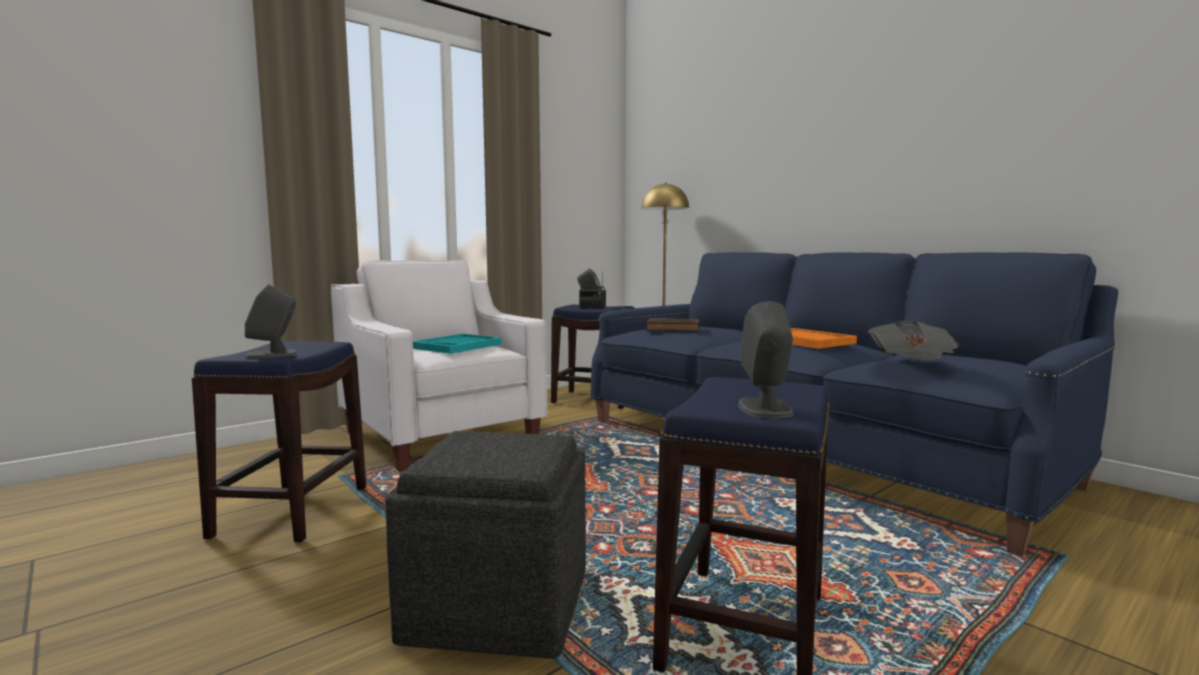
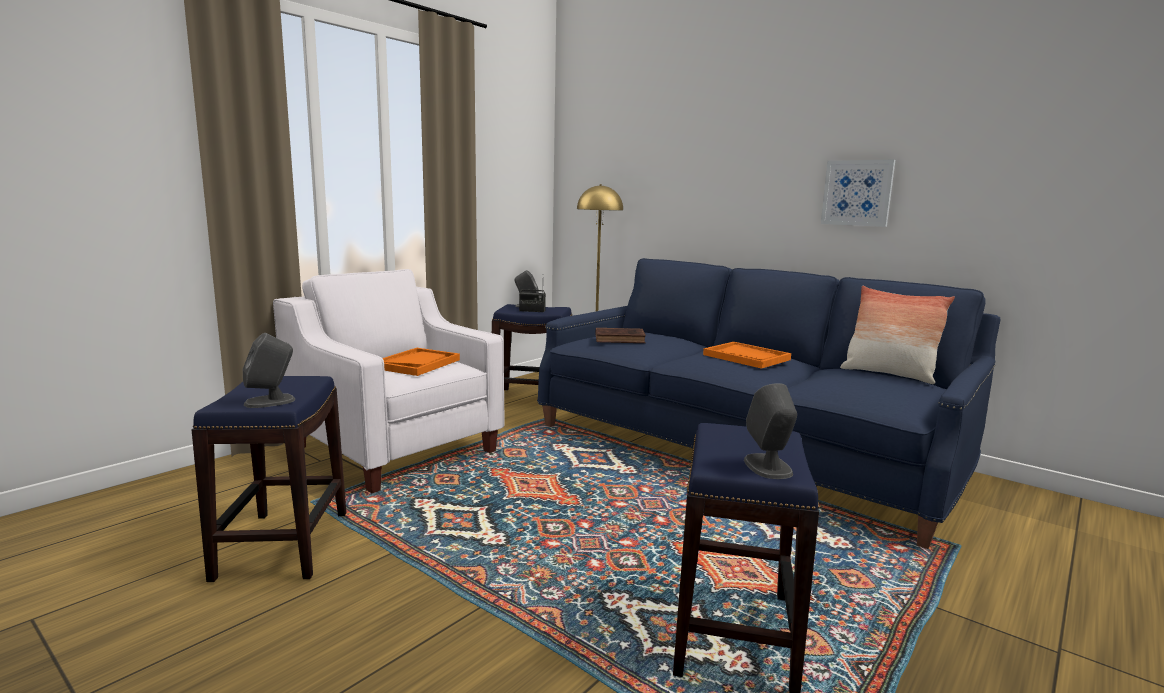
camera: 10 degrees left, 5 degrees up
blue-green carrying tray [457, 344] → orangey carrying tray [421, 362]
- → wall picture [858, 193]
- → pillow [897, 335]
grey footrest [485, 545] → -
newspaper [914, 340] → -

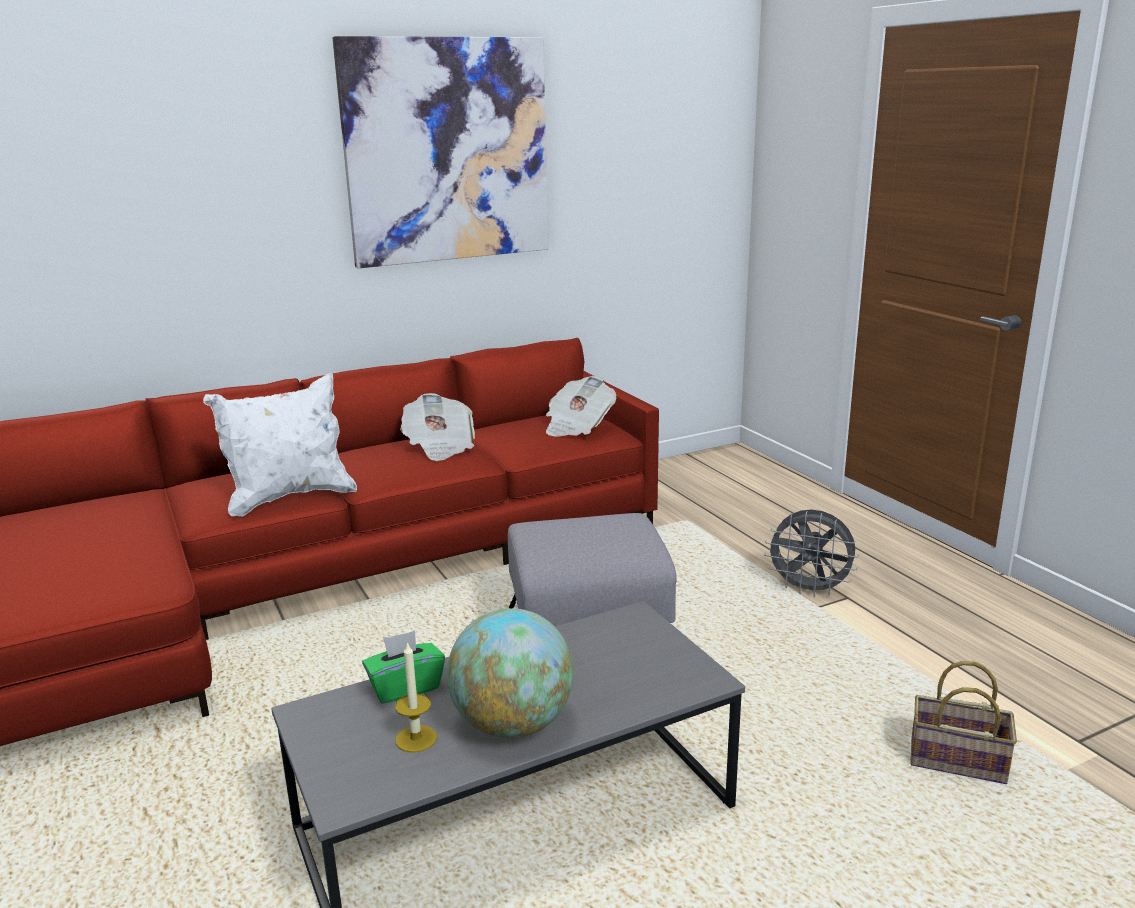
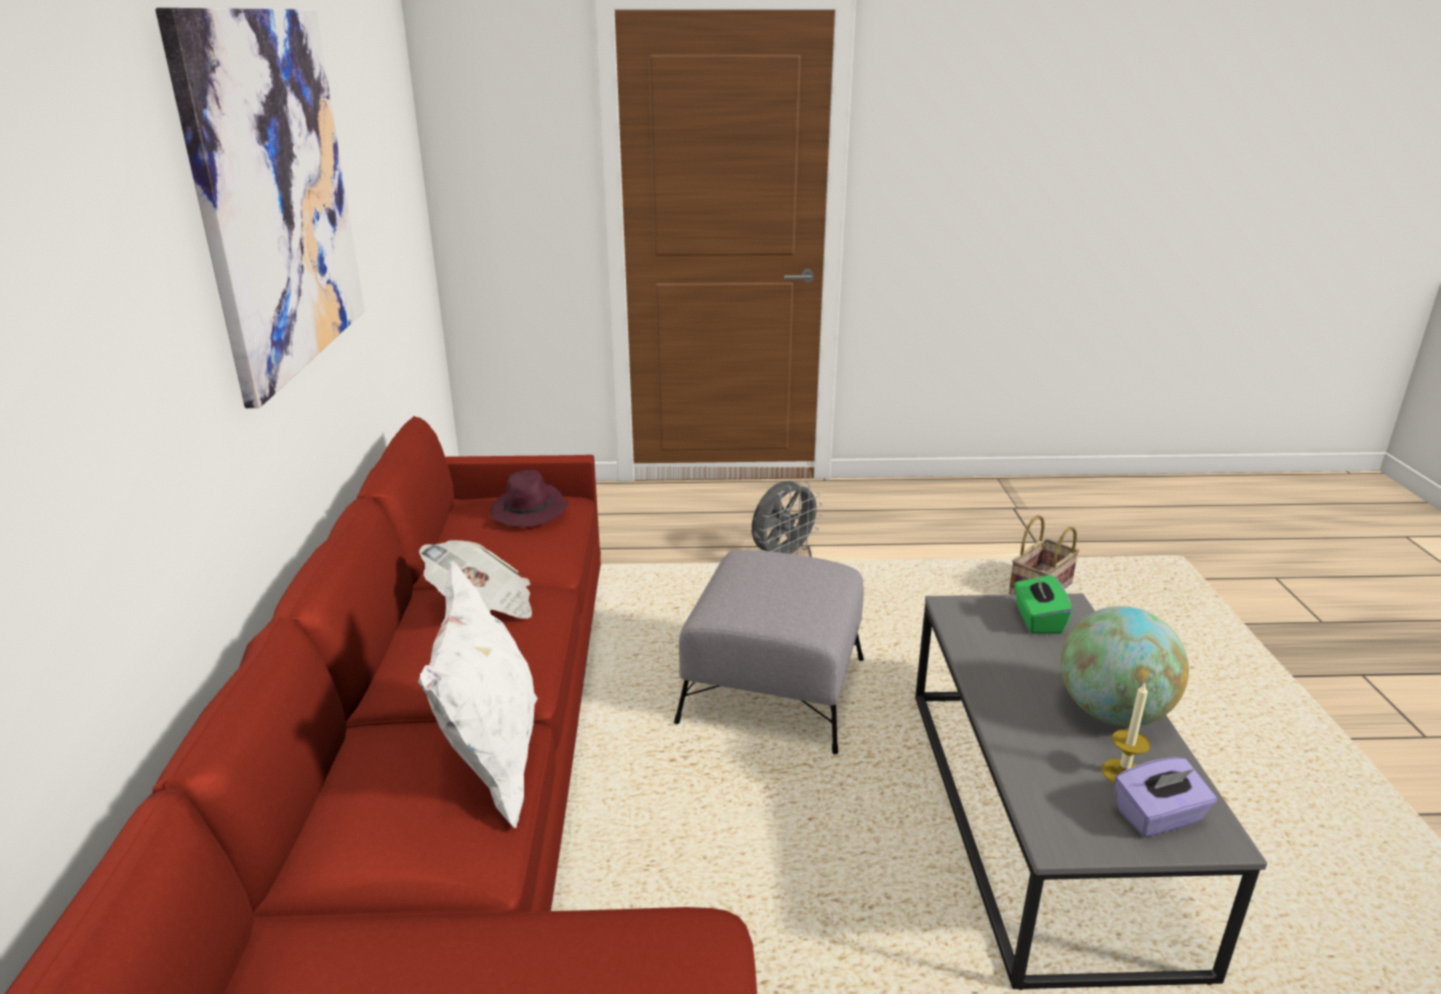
camera: 65 degrees left, 5 degrees up
newspaper [581, 406] → purple clothing hat [530, 498]
green-coloured tissue holder [403, 667] → green-coloured tissue holder [1043, 603], relocated
- → purple tissue holder [1166, 797]

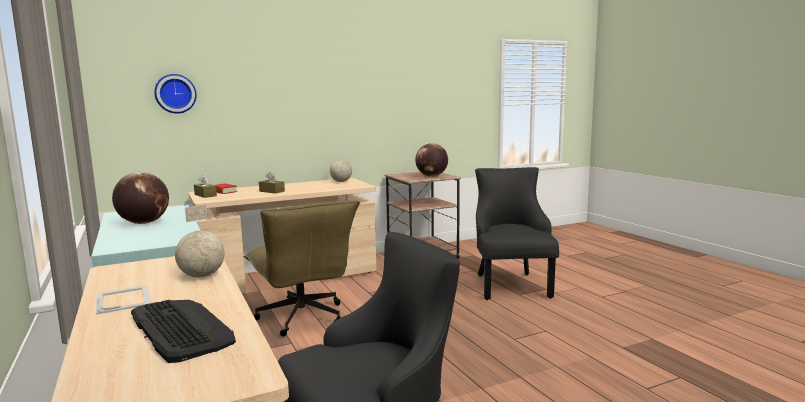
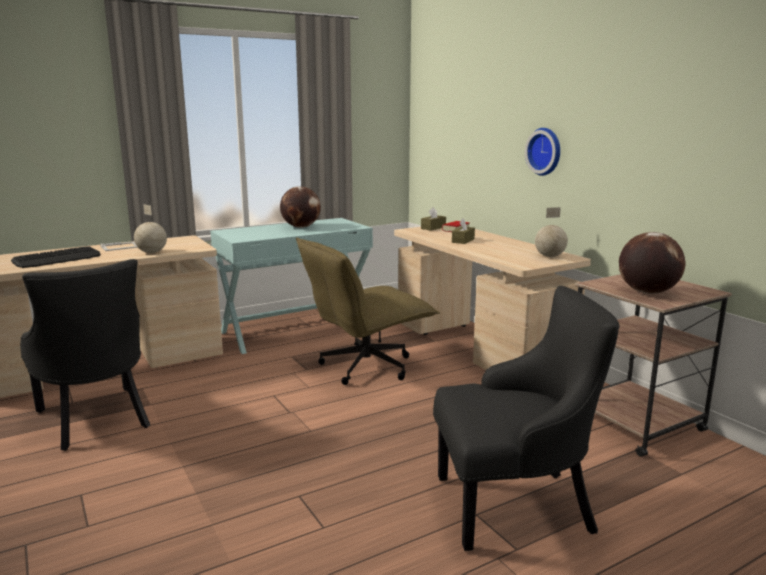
camera: 85 degrees right, 5 degrees up
wall clock [175, 94] → wall clock [542, 152], relocated

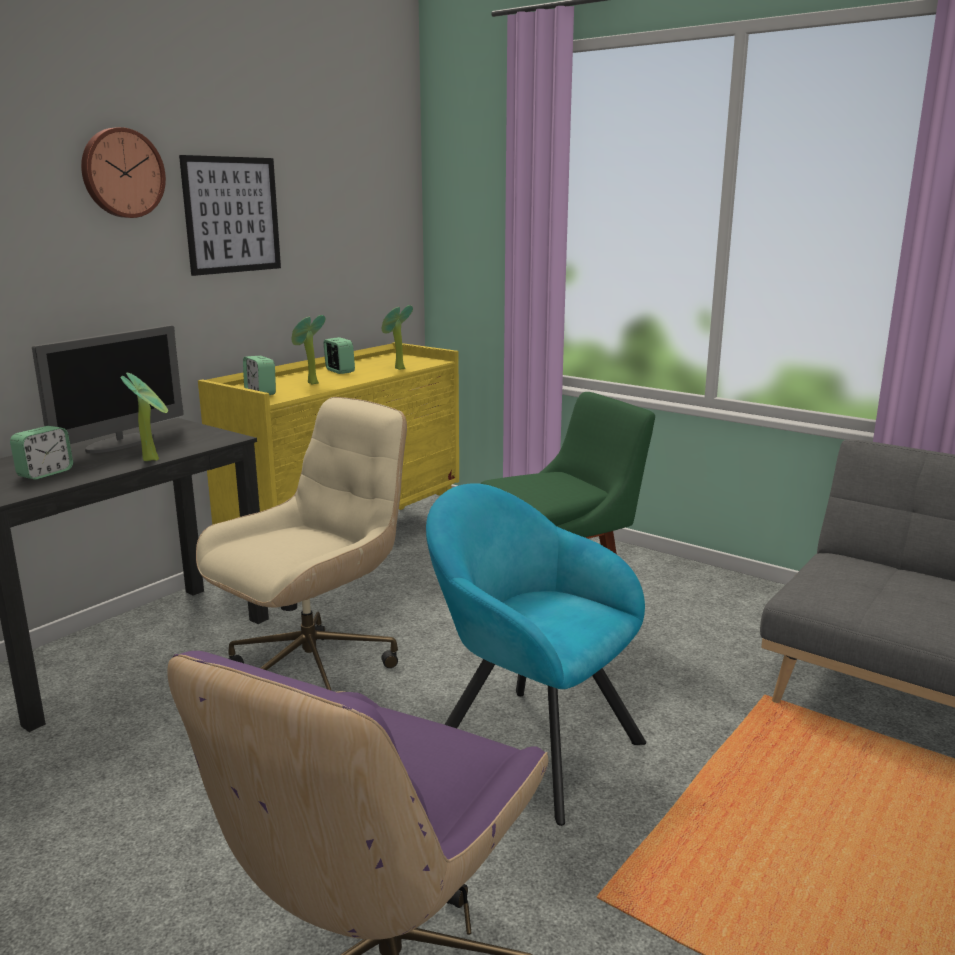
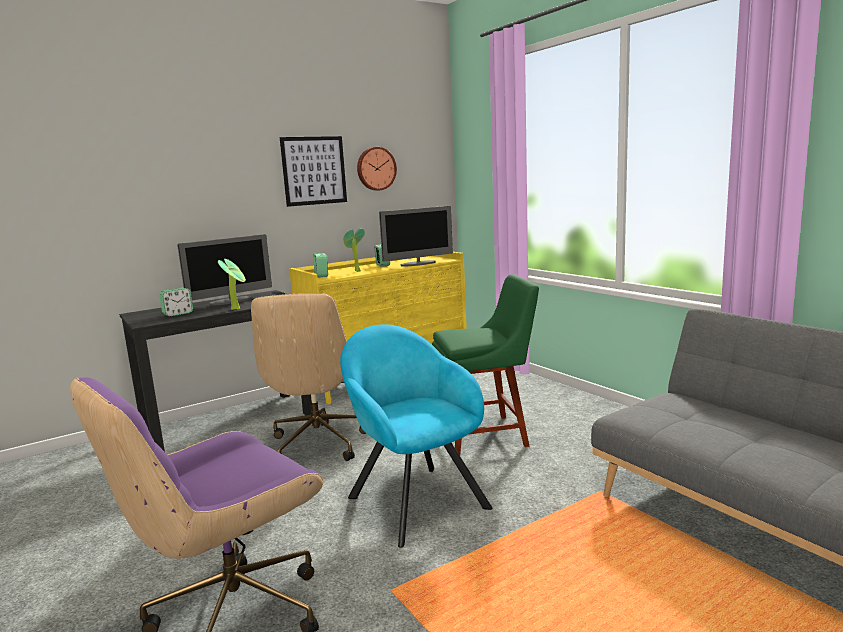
camera: 20 degrees right, 5 degrees down
sand-coloured computer chair [301, 544] → sand-coloured computer chair [308, 377], 120 degrees clockwise
wall clock [123, 172] → wall clock [377, 169], relocated
potted plant [397, 337] → computer screen [416, 236]

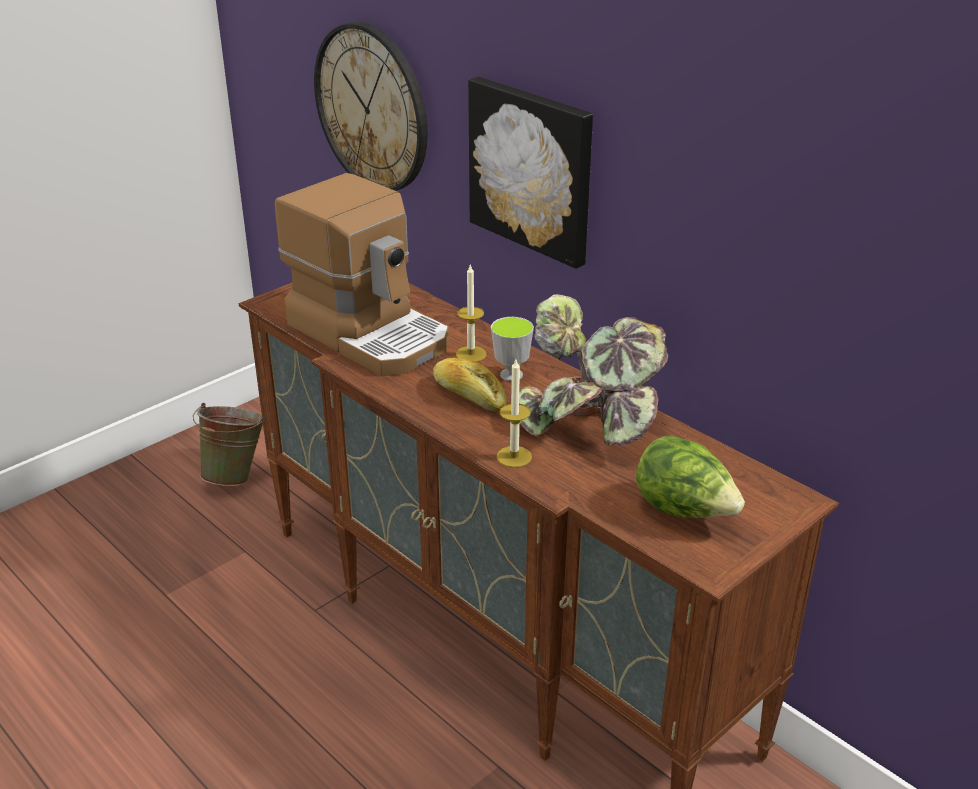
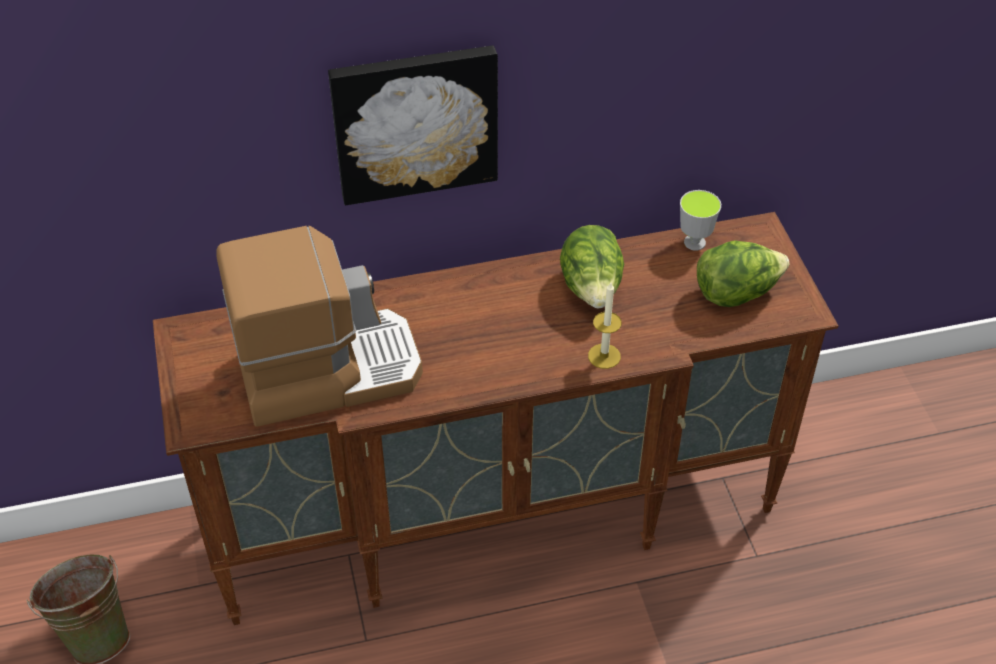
camera: 60 degrees left, 15 degrees up
potted plant [593, 370] → head of lettuce [592, 266]
small cup [512, 349] → small cup [700, 220], relocated
wall clock [371, 106] → -
bread [470, 385] → -
wax candle [471, 313] → -

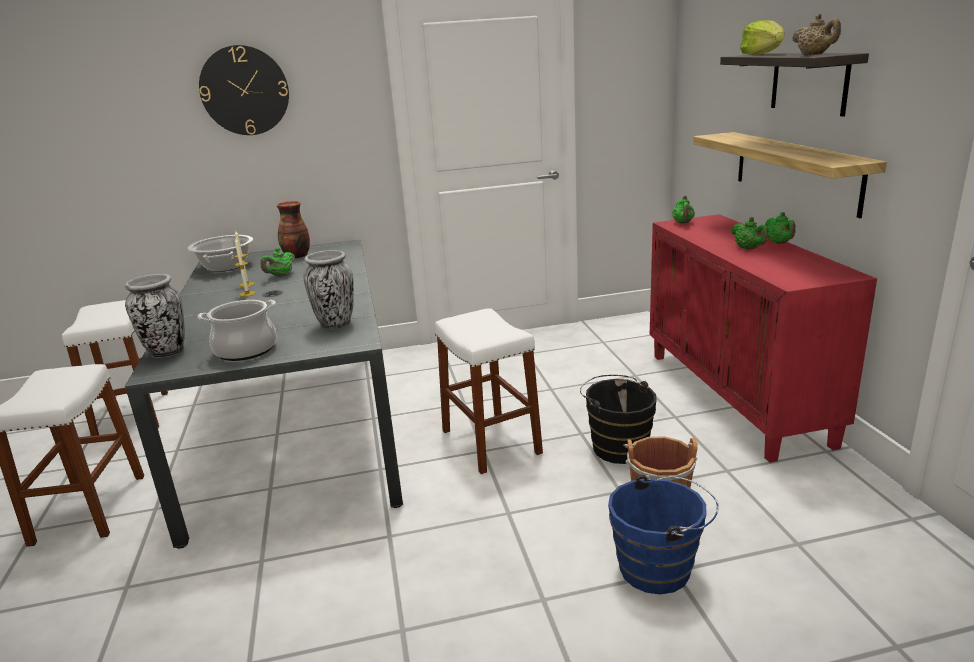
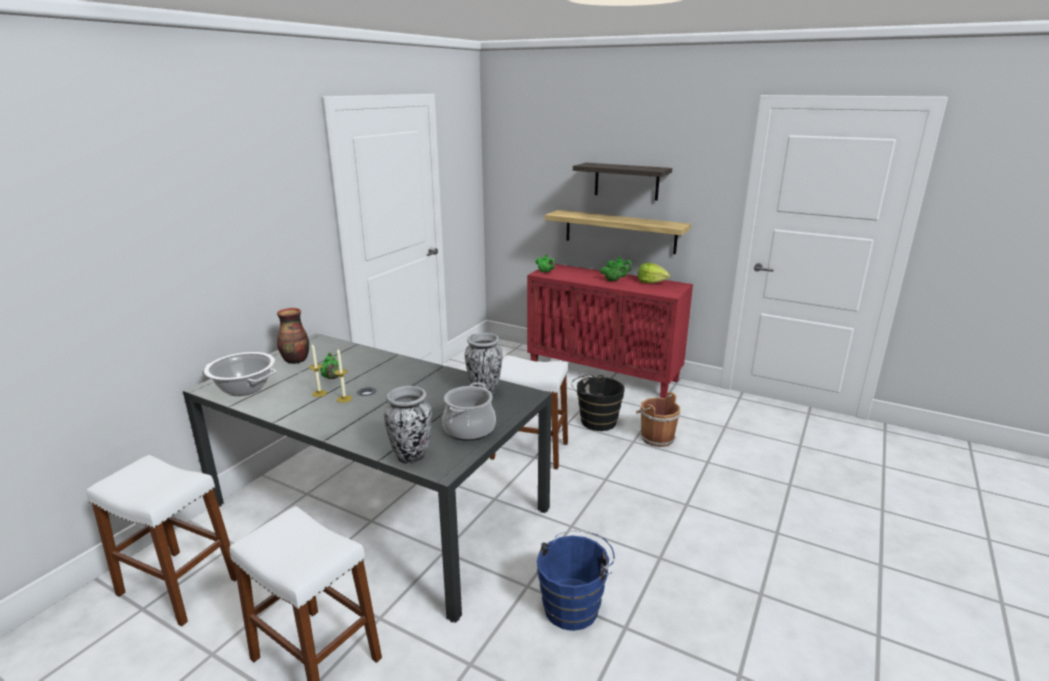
camera: 50 degrees left, 0 degrees up
bluish bucket [663, 534] → bluish bucket [576, 580], relocated
head of lettuce [762, 37] → head of lettuce [653, 273], relocated
wall clock [244, 90] → -
sand-coloured pot for tea [816, 35] → -

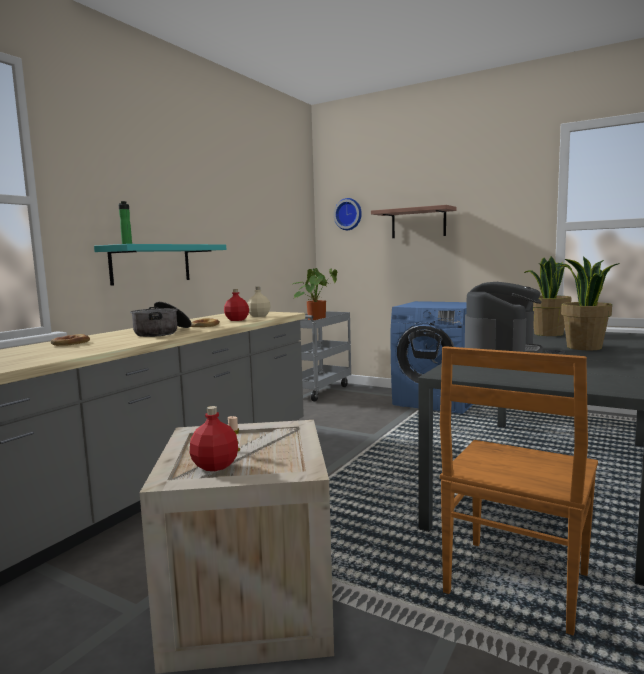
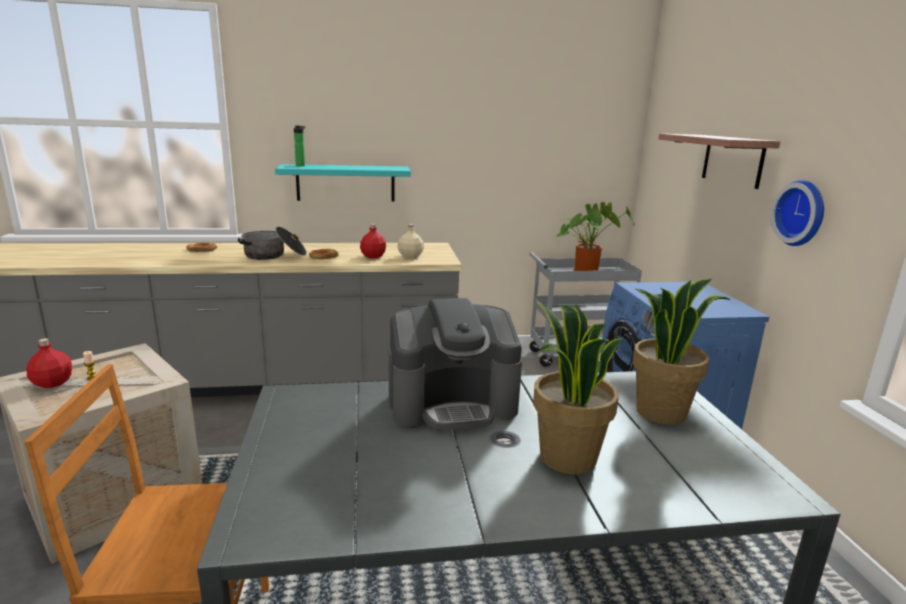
camera: 50 degrees right, 10 degrees up
wall clock [348, 214] → wall clock [797, 213], relocated

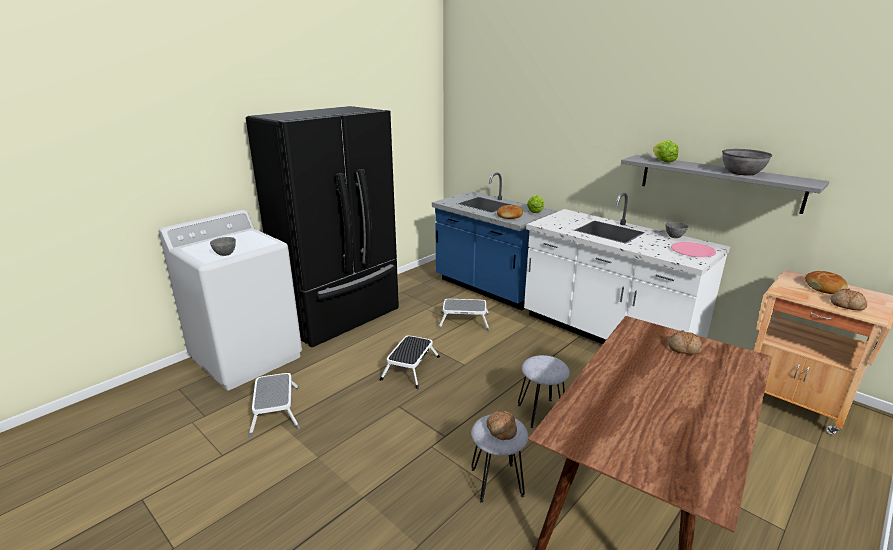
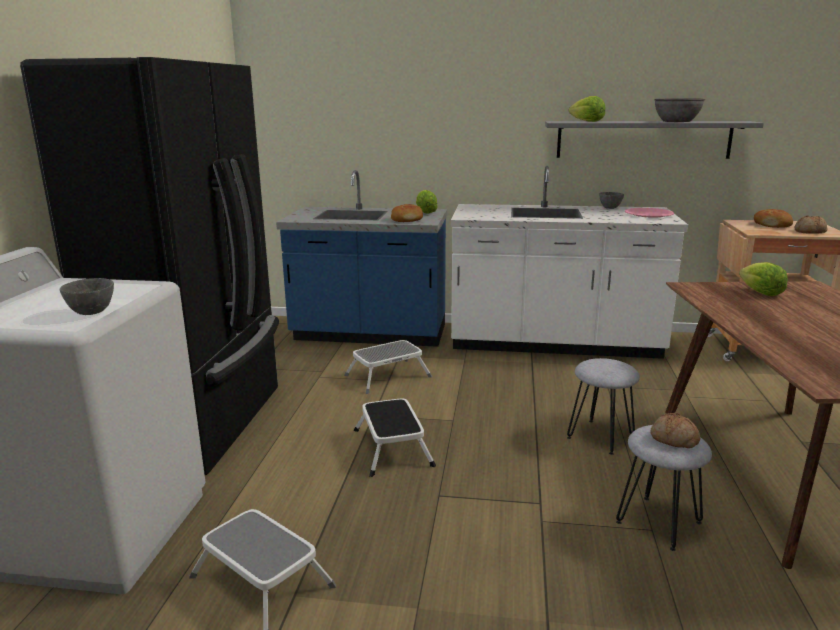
camera: 35 degrees left, 5 degrees down
bread [685, 342] → head of lettuce [763, 279]

